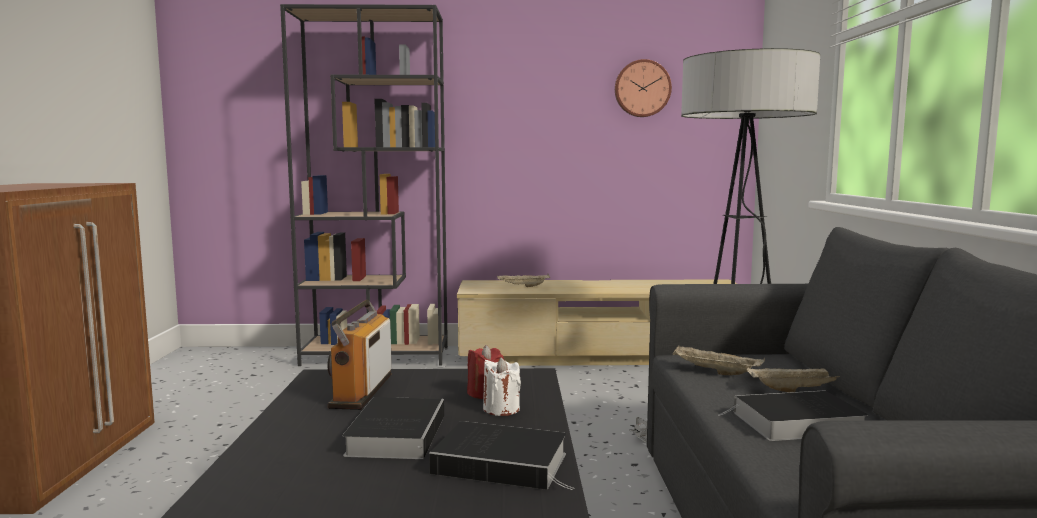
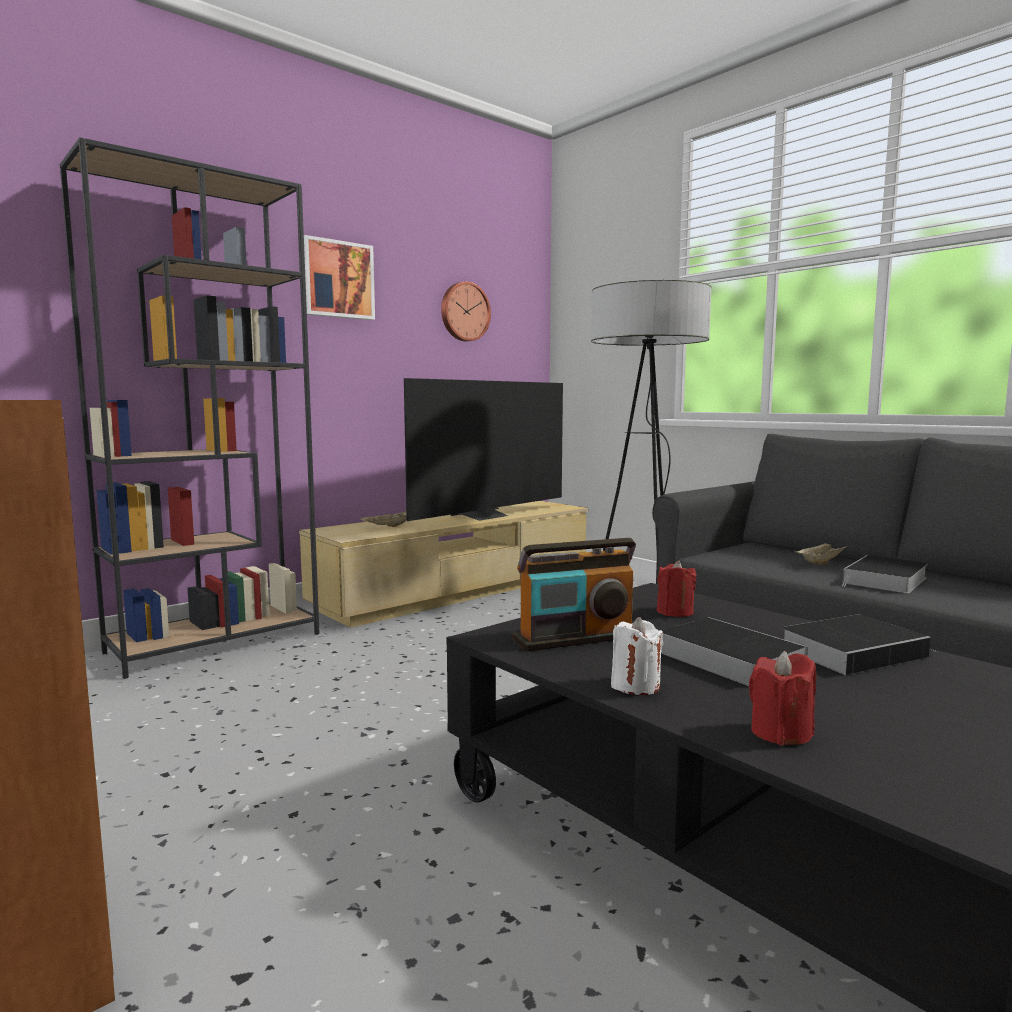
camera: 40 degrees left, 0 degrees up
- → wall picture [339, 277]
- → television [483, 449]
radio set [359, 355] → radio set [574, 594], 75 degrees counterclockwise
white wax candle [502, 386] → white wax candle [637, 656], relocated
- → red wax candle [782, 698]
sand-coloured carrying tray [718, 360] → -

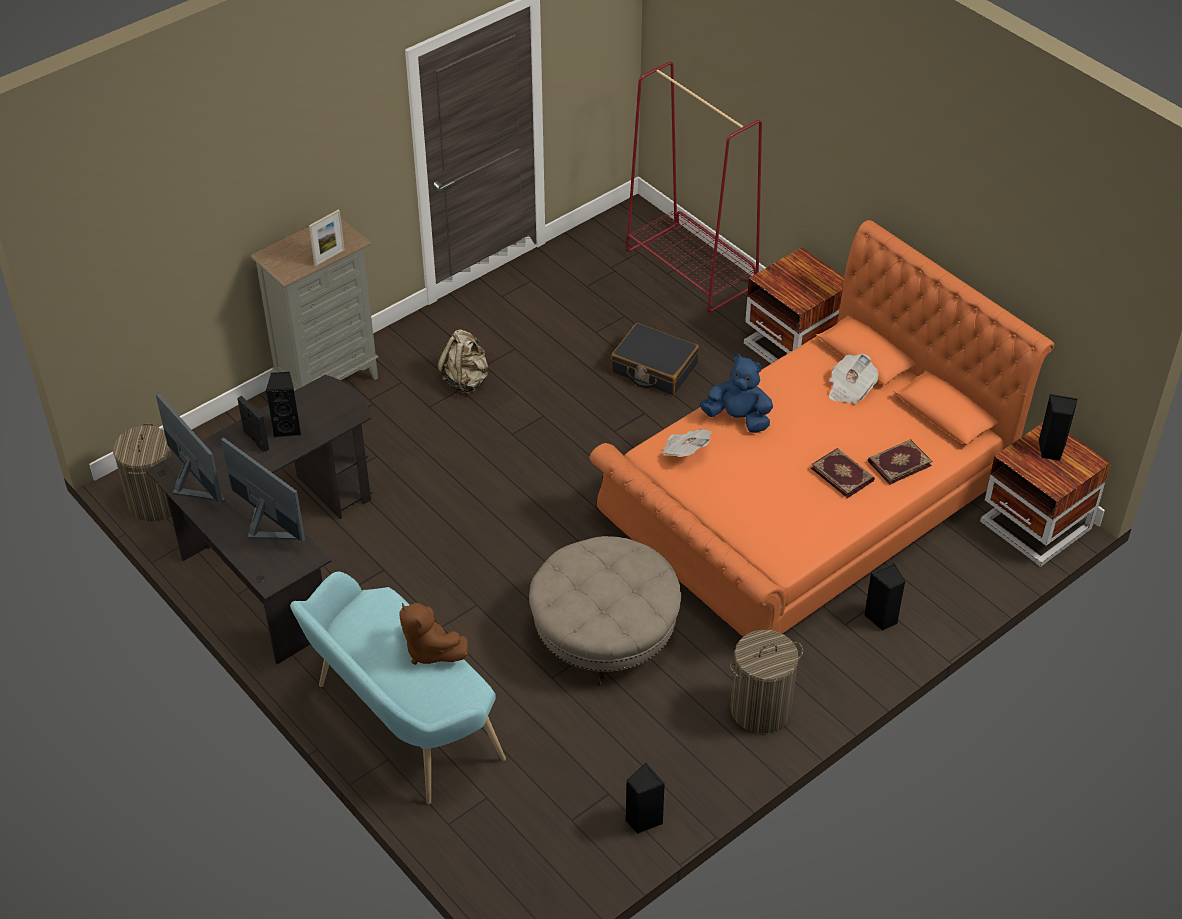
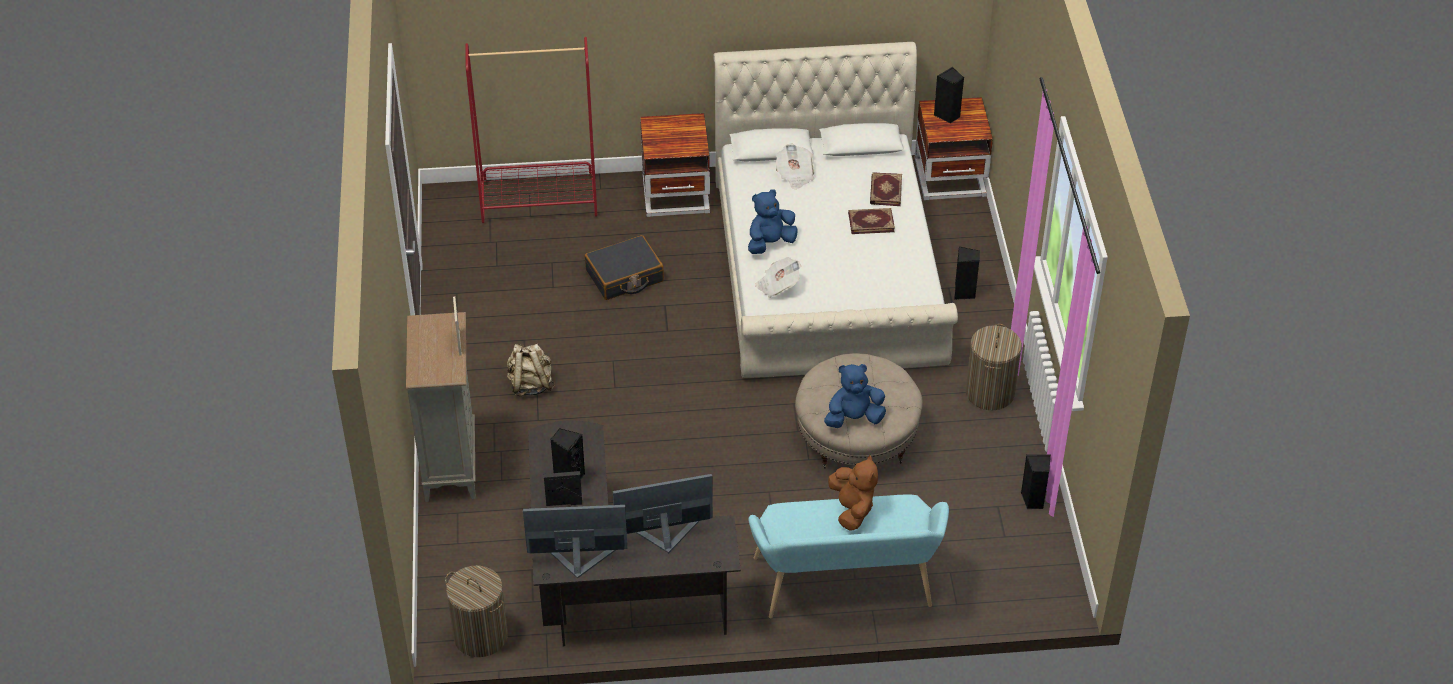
camera: 55 degrees left, 0 degrees up
orangey sleeping bed [822, 428] → sand-coloured sleeping bed [835, 210]
- → bluish cuddly toy [855, 396]
brown-coloured cuddly toy [433, 634] → brown-coloured cuddly toy [853, 493], 90 degrees counterclockwise

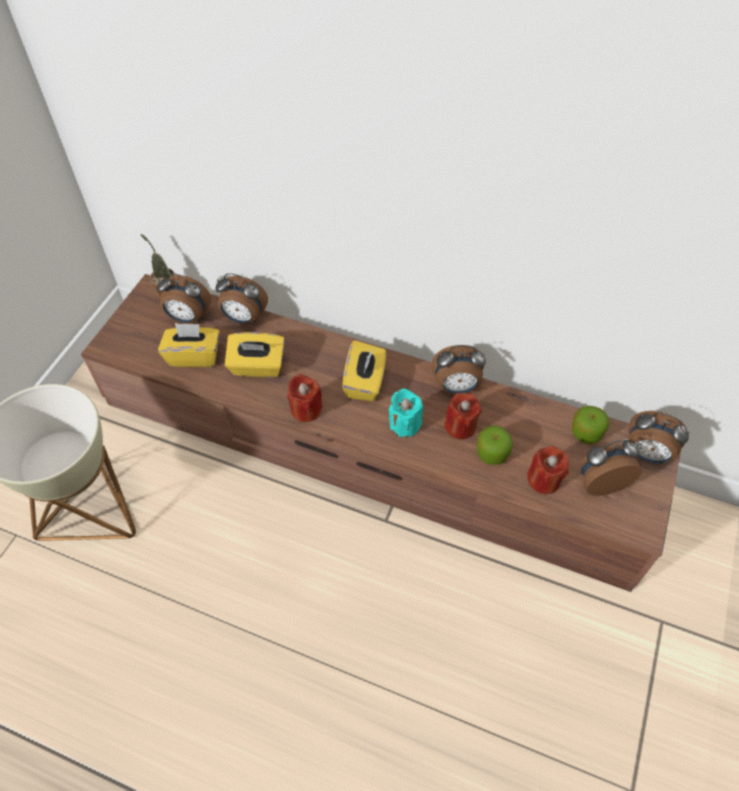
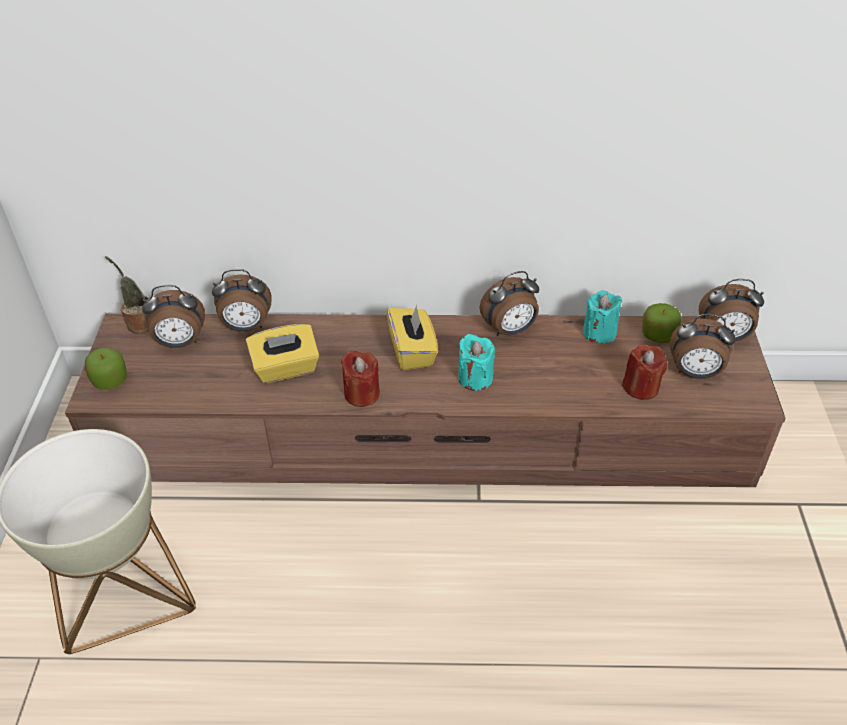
camera: 20 degrees left, 10 degrees down
apple [495, 445] → apple [106, 369], relocated
- → blue-green wax candle [602, 317]
table clock [611, 467] → table clock [703, 346], 135 degrees counterclockwise
yellowish tissue holder [189, 345] → -
red wax candle [463, 416] → -

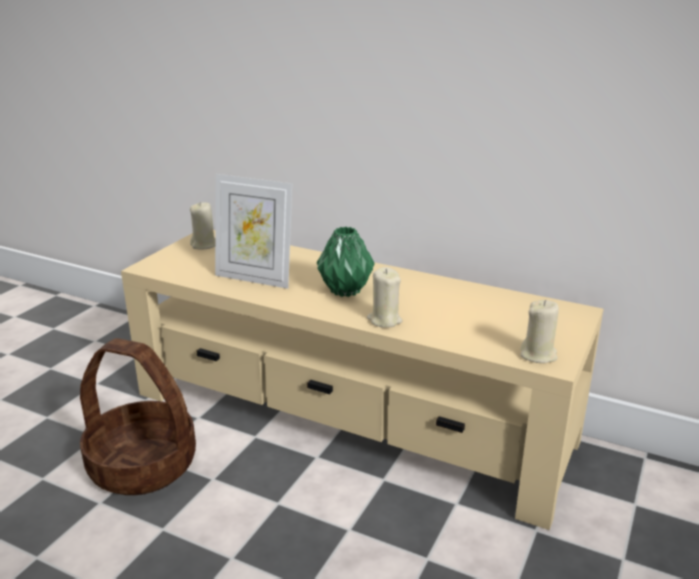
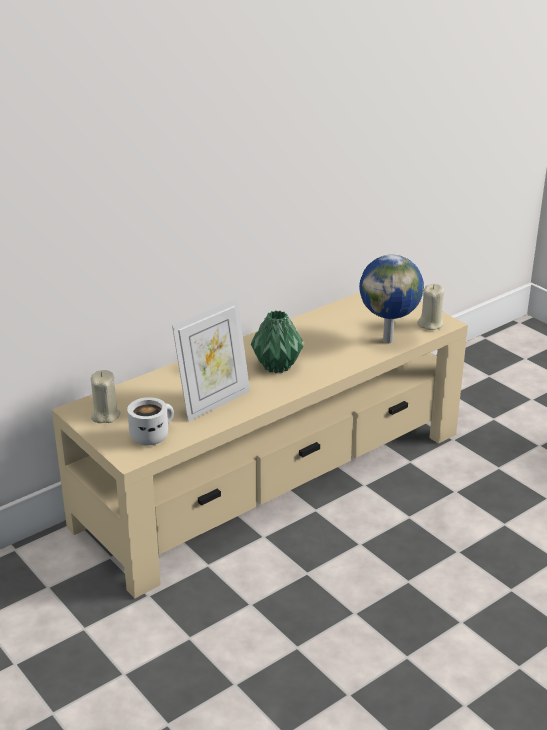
camera: 65 degrees left, 5 degrees up
- → white tea mug [150, 421]
- → globe [391, 299]
storage basket [138, 416] → -
sand-coloured wax candle [384, 297] → -

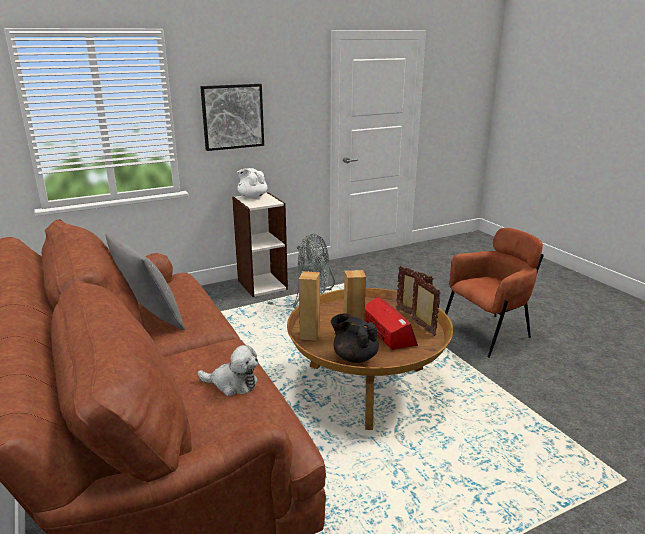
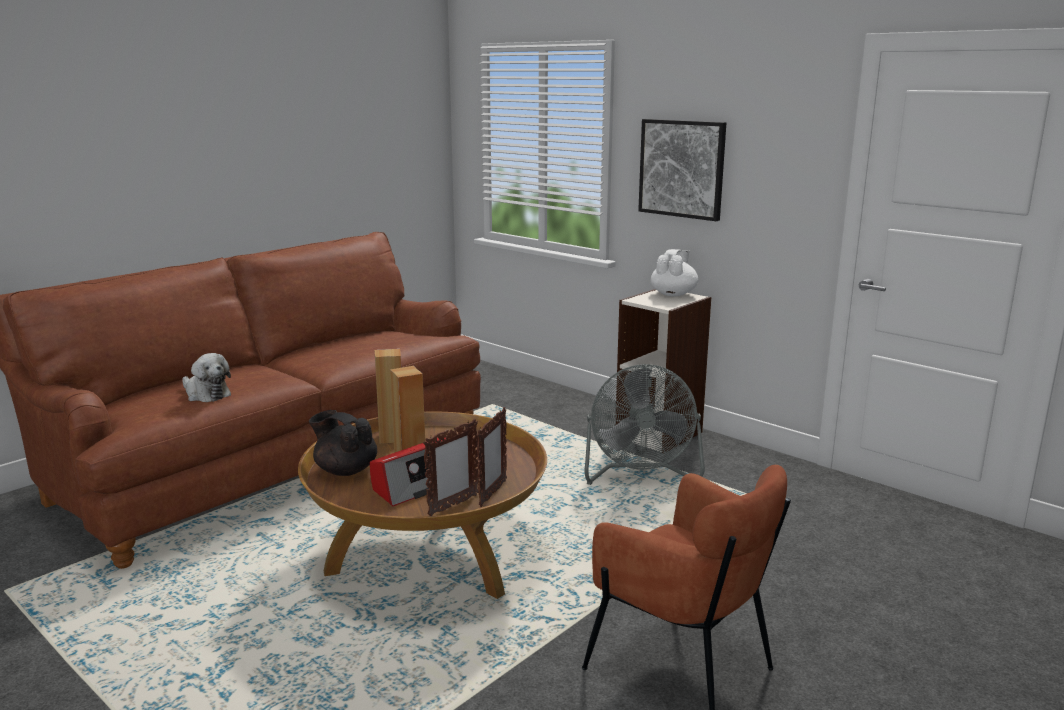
camera: 70 degrees right, 5 degrees down
cuddly toy [227, 370] → cuddly toy [206, 377], 45 degrees counterclockwise
black-coloured pot for tea [355, 338] → black-coloured pot for tea [343, 443], 75 degrees counterclockwise
grey pillow [145, 282] → -

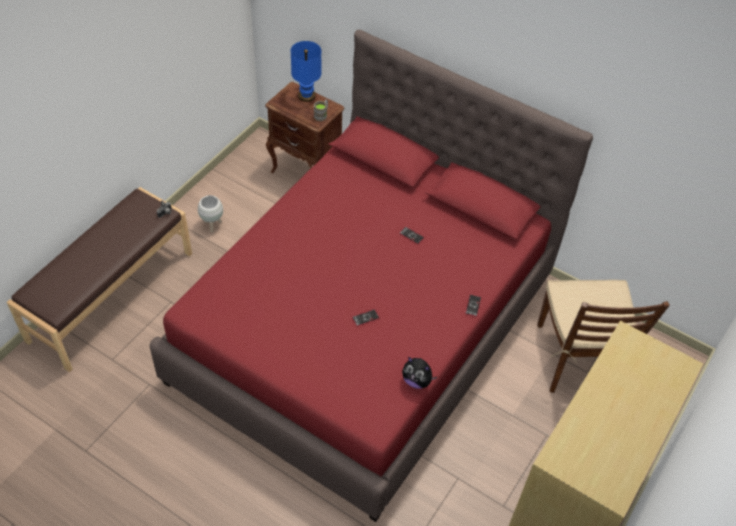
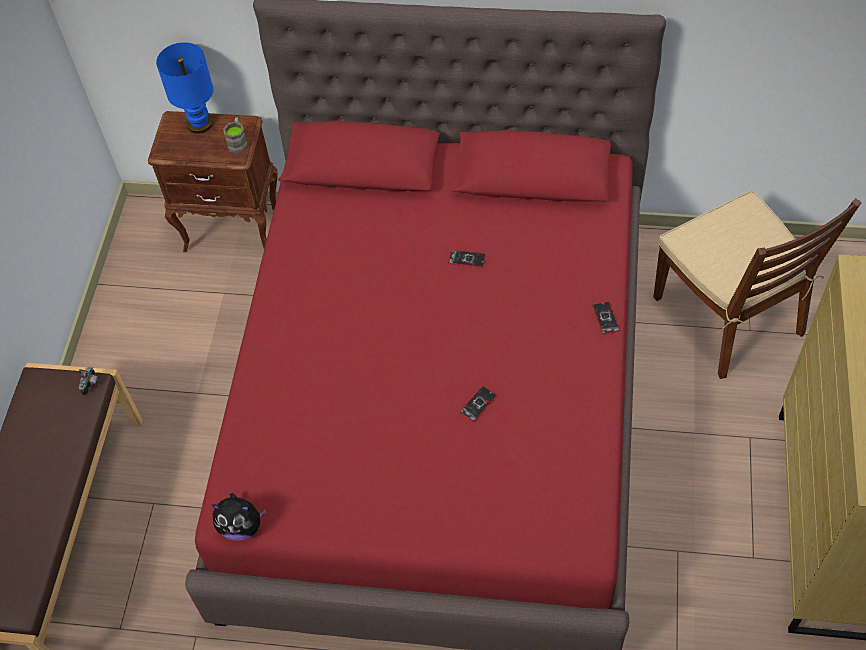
camera: 20 degrees left, 5 degrees up
cuddly toy [420, 373] → cuddly toy [239, 517], relocated
white planter [210, 214] → -

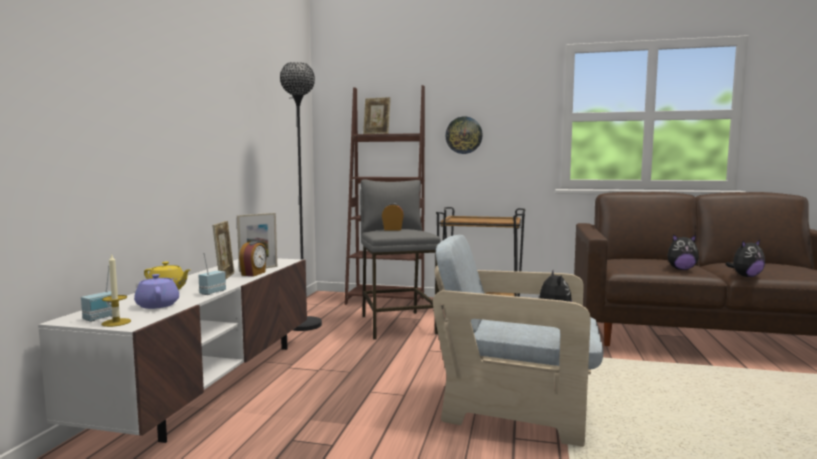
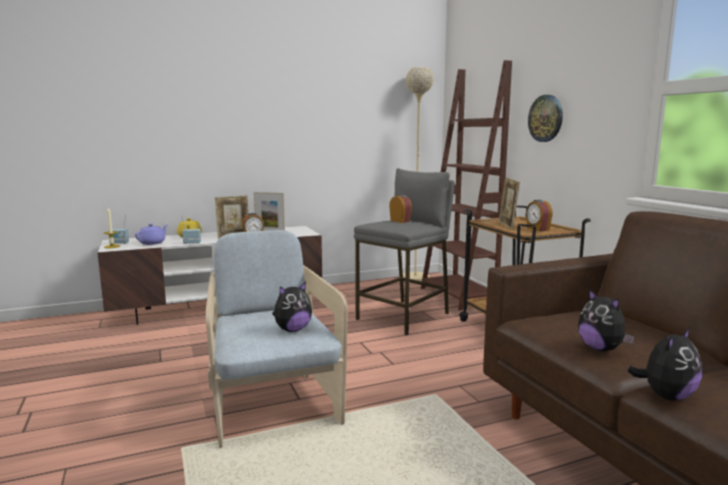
camera: 55 degrees right, 5 degrees up
- → sand-coloured standing lamp [418, 174]
standing frame [377, 115] → standing frame [509, 203], relocated
- → table clock [539, 215]
cuddly toy [745, 258] → cuddly toy [665, 364], 75 degrees counterclockwise
black-coloured standing lamp [301, 196] → -

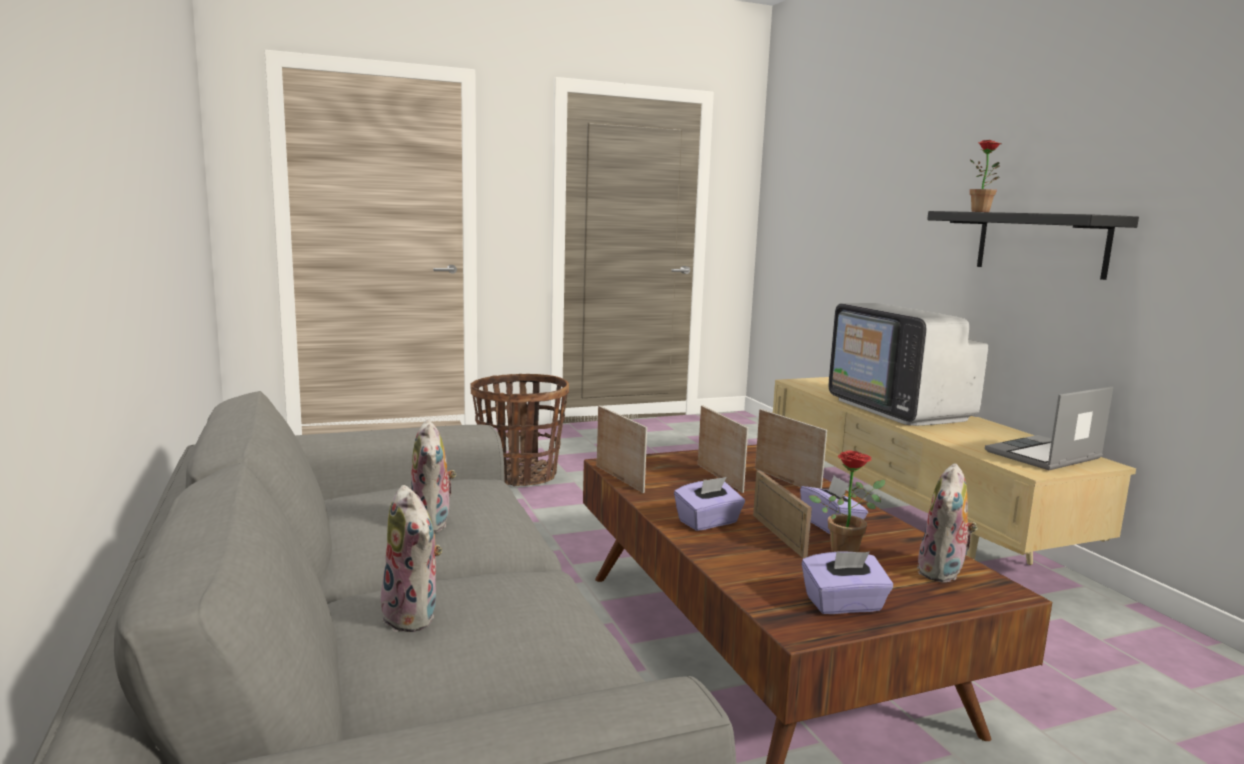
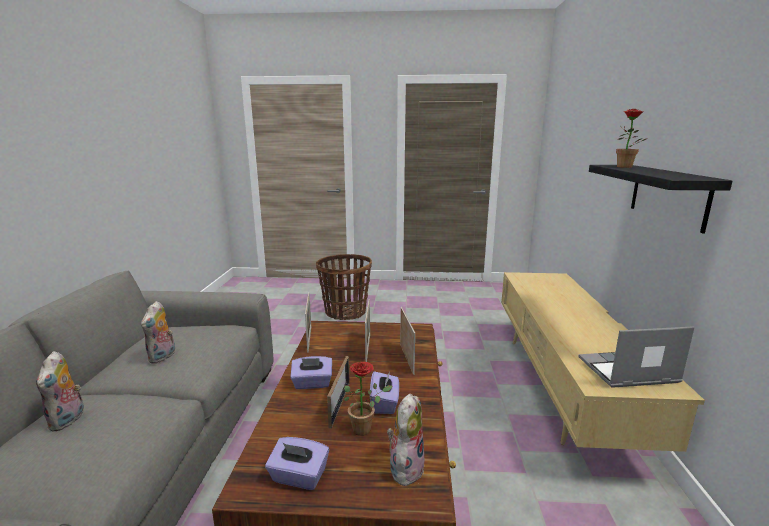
camera: 25 degrees right, 5 degrees up
cuddly toy [947, 523] → cuddly toy [406, 439], 150 degrees clockwise
television [908, 364] → -

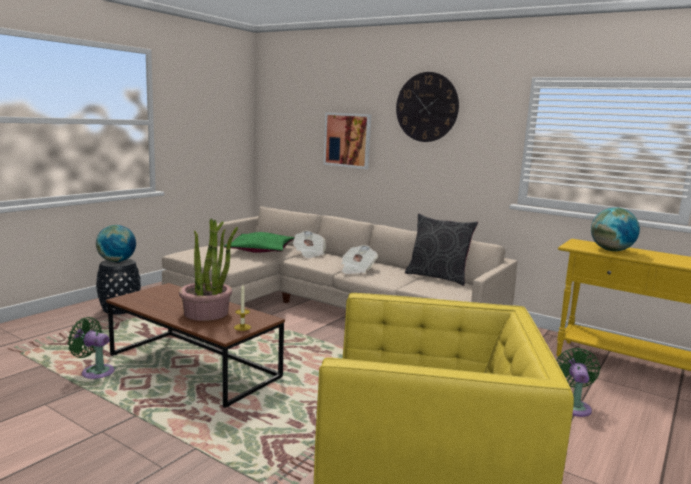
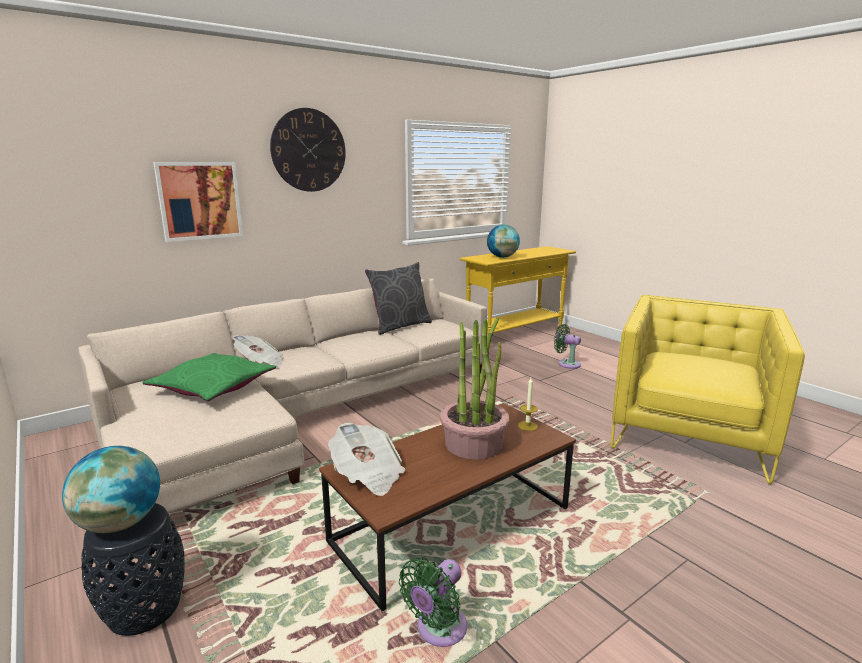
camera: 70 degrees left, 5 degrees up
newspaper [359, 259] → newspaper [366, 459], relocated

